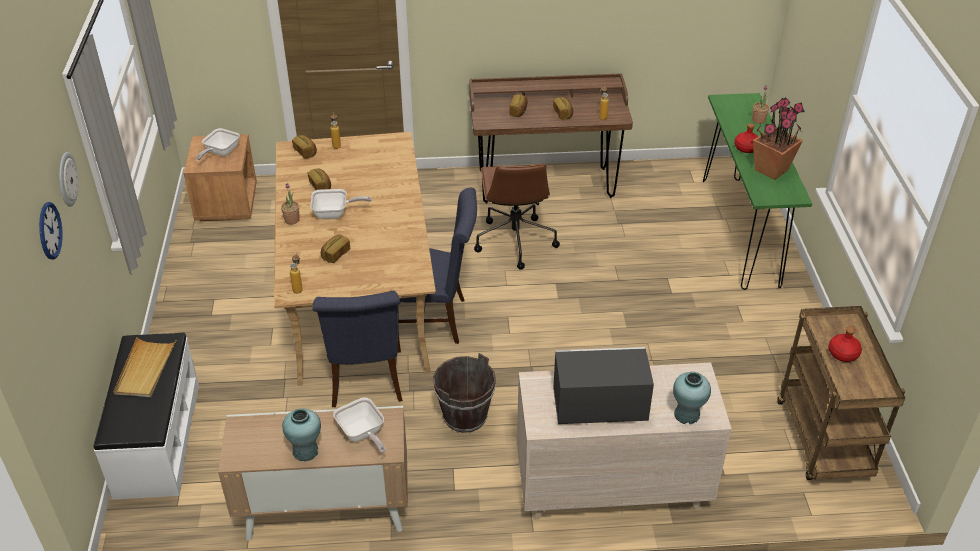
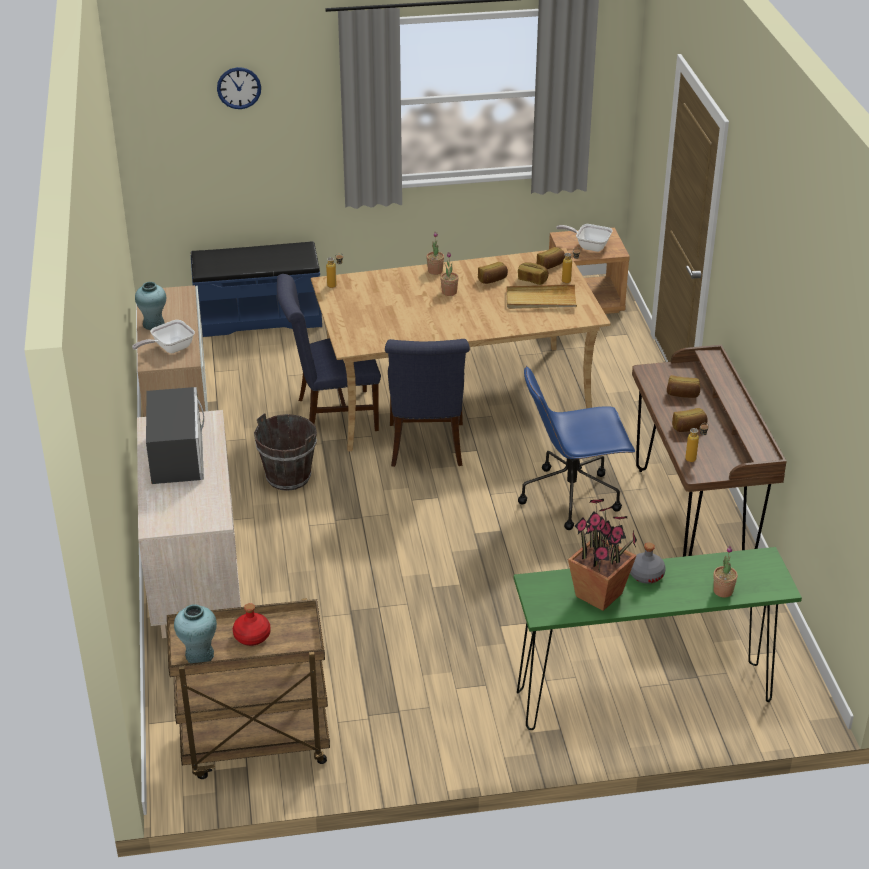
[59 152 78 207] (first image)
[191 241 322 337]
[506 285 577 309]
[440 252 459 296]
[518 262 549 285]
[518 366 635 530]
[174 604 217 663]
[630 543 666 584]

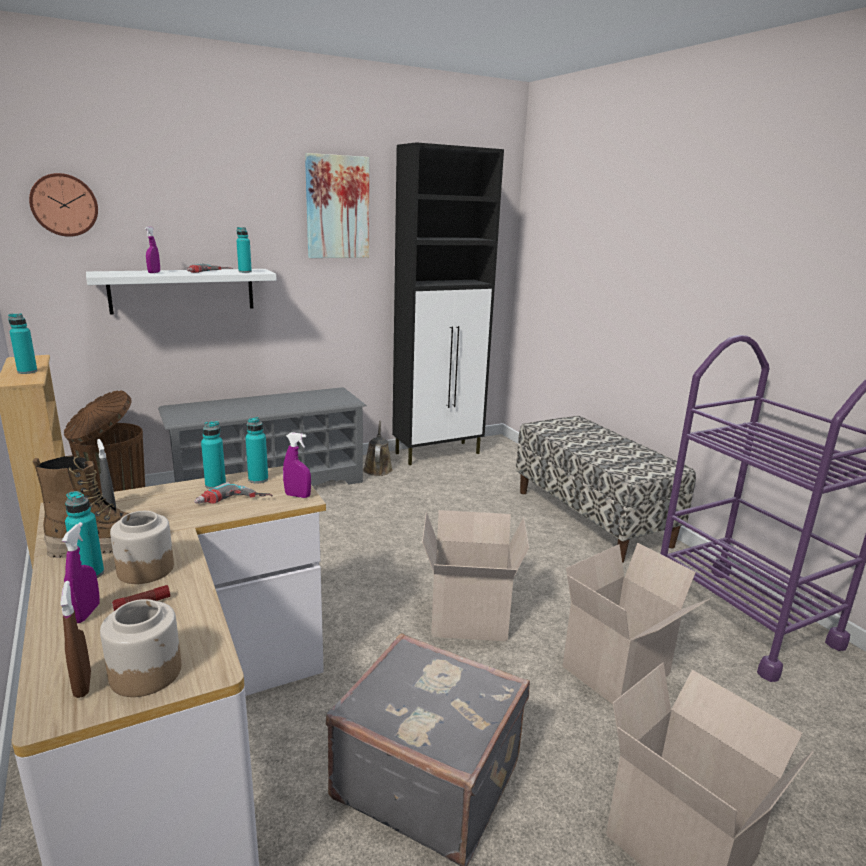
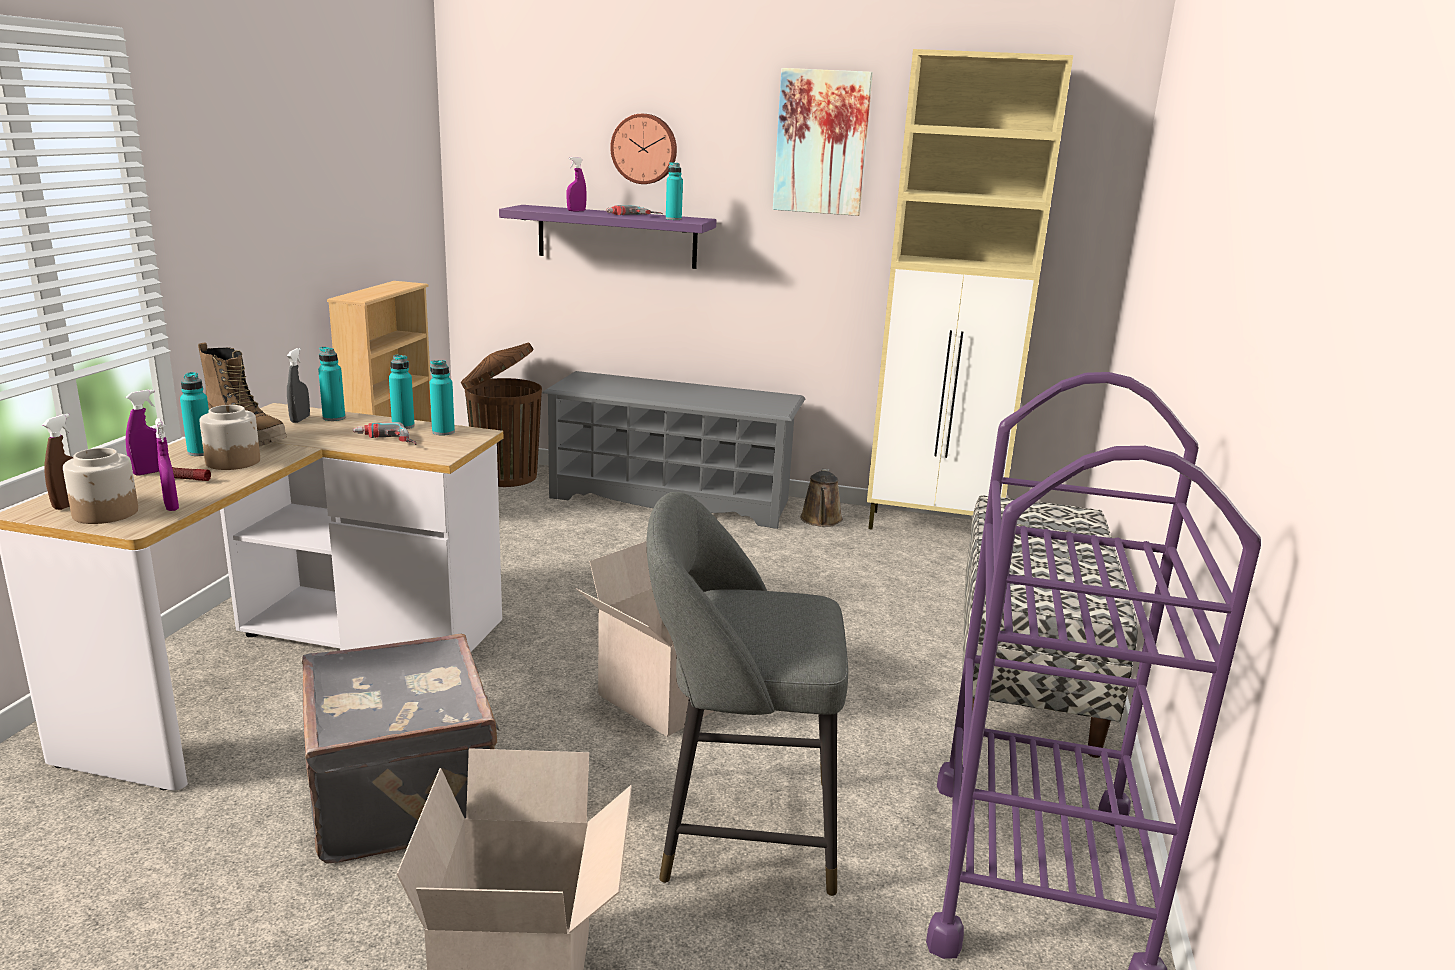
[318 347 345 421]
[610 114 677 184]
[499 205 716 269]
[155 418 179 511]
[800 469 843 527]
[867 49 1073 530]
[646 492 848 896]

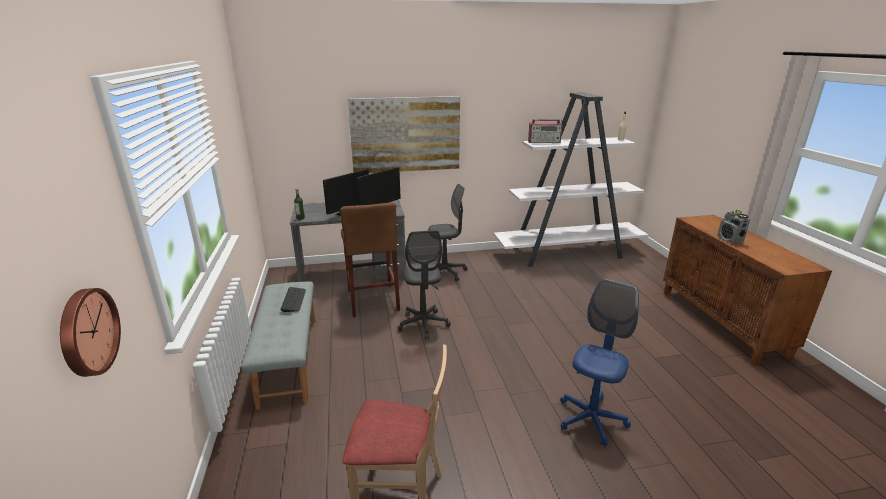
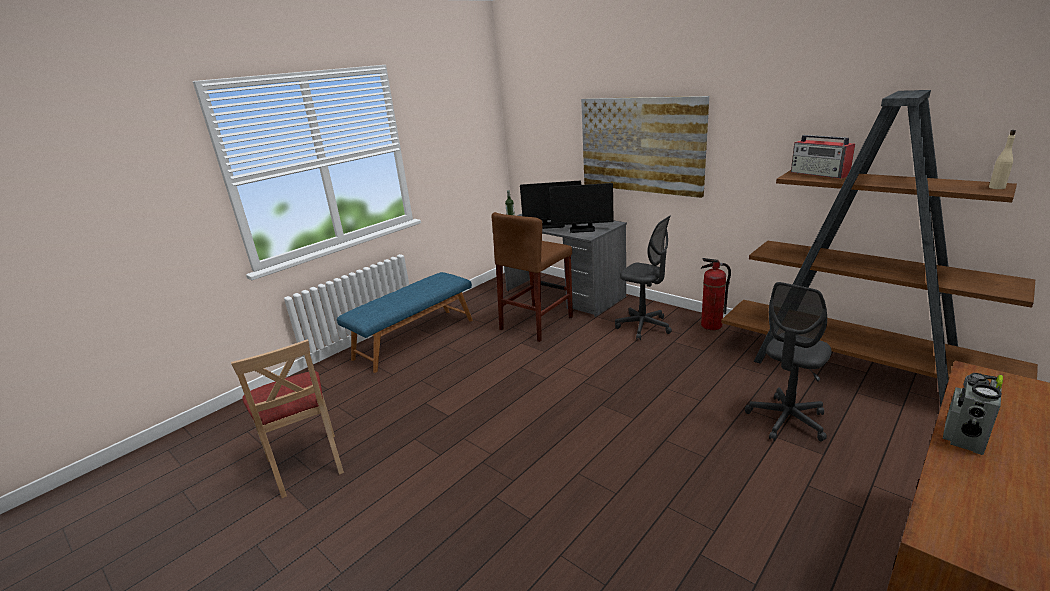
[60 288 121 377] (first image)
[337 272 473 373]
[280 287 306 312] (first image)
[745 282 832 441]
[721 90 1038 407]
[560 279 639 447] (first image)
[701 258 731 330]

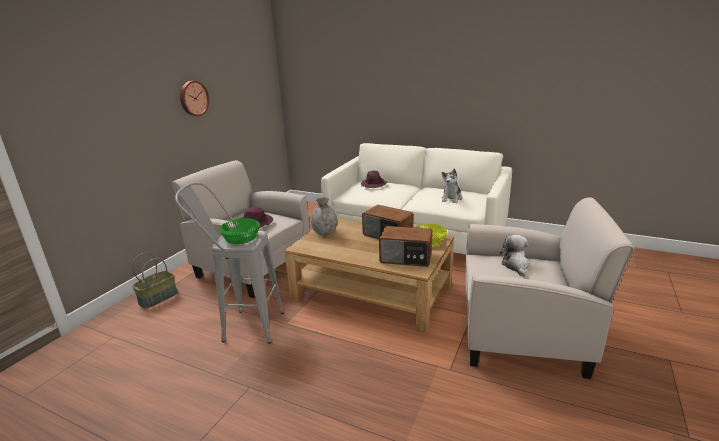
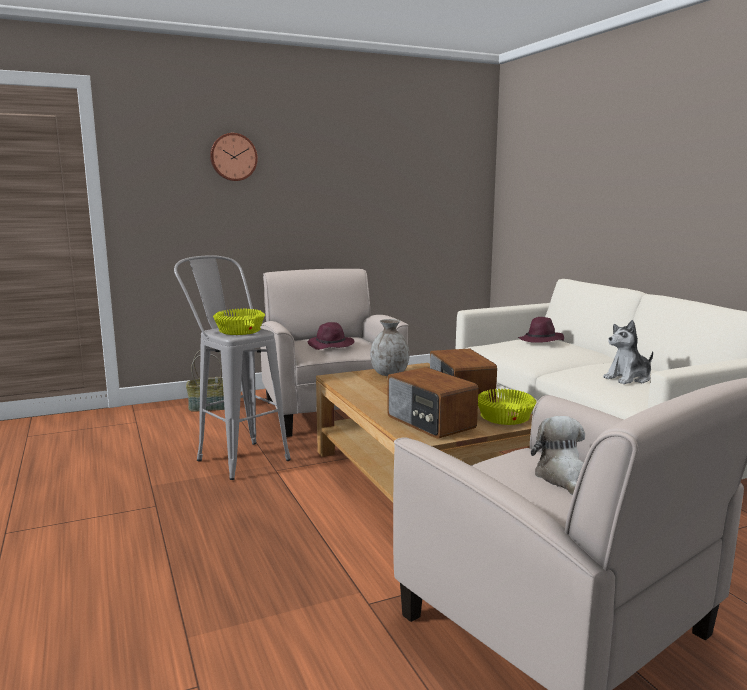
[210 133 258 181]
[213 309 265 335]
[531 416 585 496]

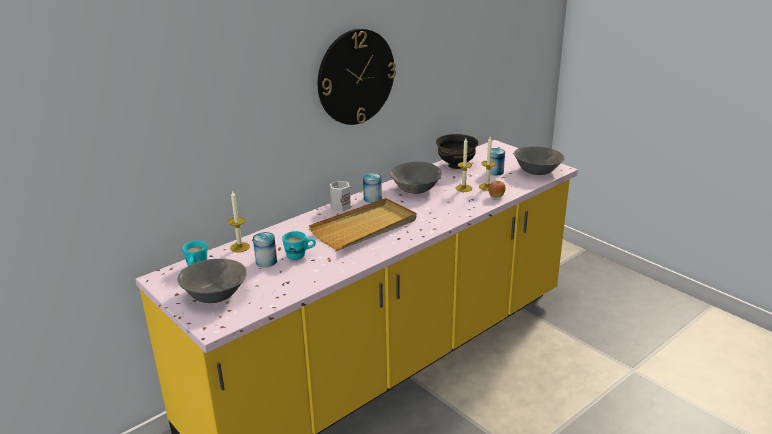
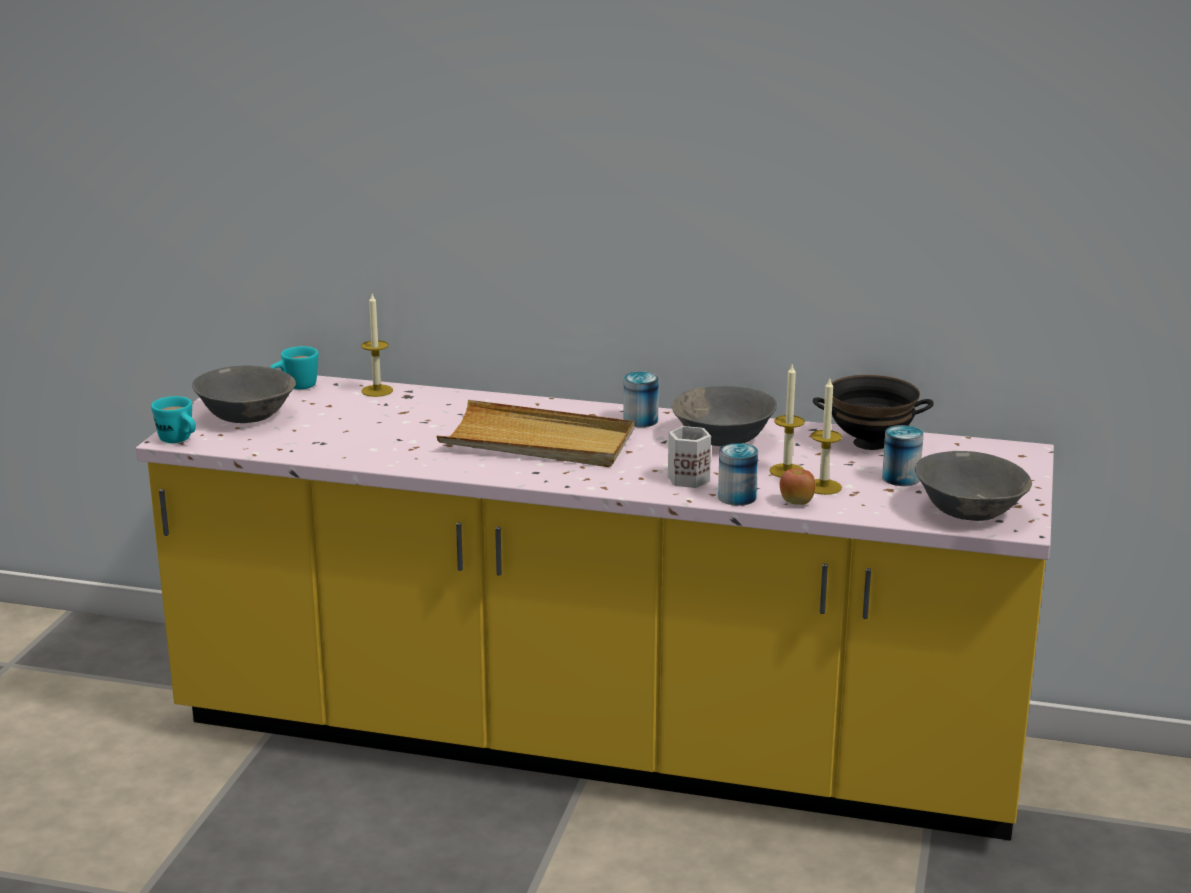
[718 443 758 506]
[151 396 196 443]
[318 29 396 125] (first image)
[668 426 711 488]

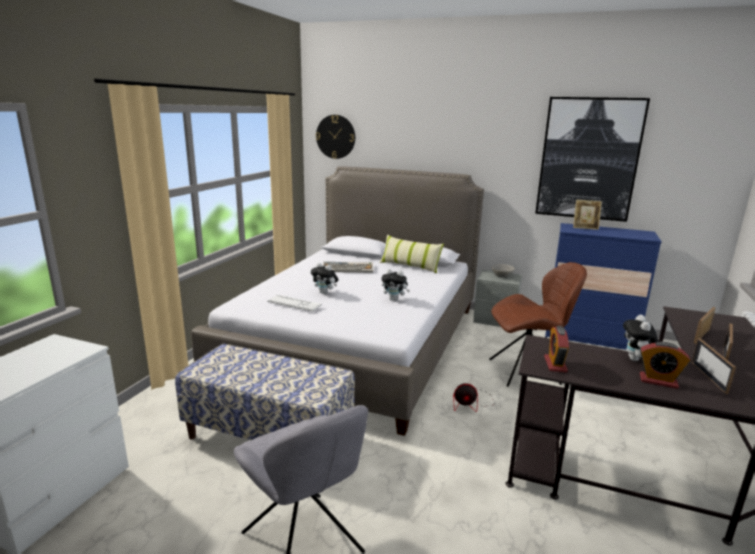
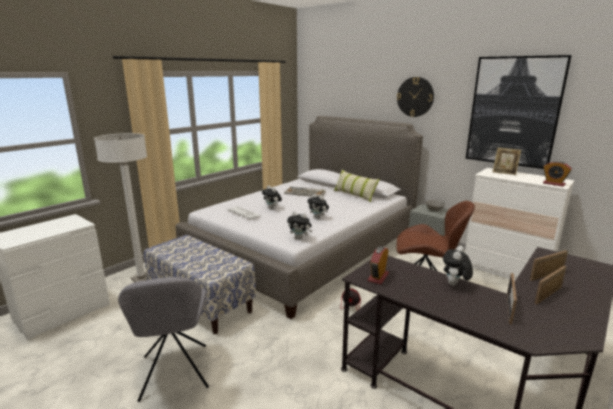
[397 77 434 117]
[465 168 574 281]
[543 161 572 187]
[94 133 147 283]
[287 212 312 240]

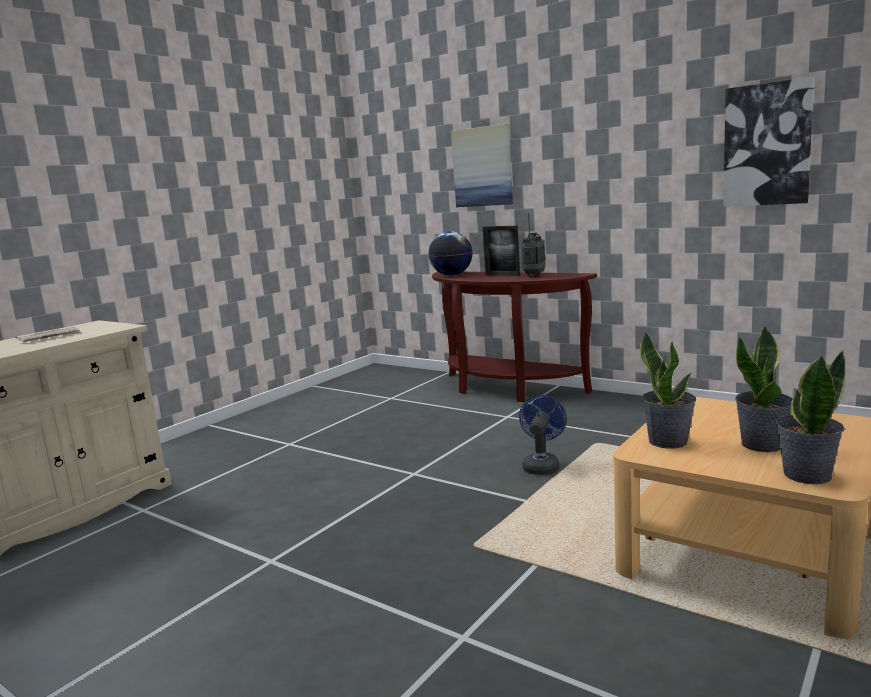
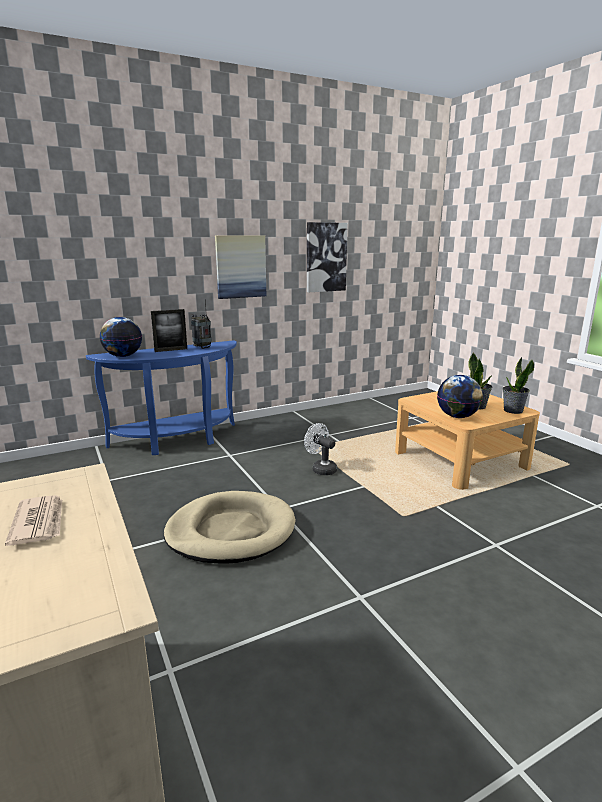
[86 340 237 455]
[215 236 266 299]
[304 423 337 475]
[437 375 483 418]
[164 491 296 563]

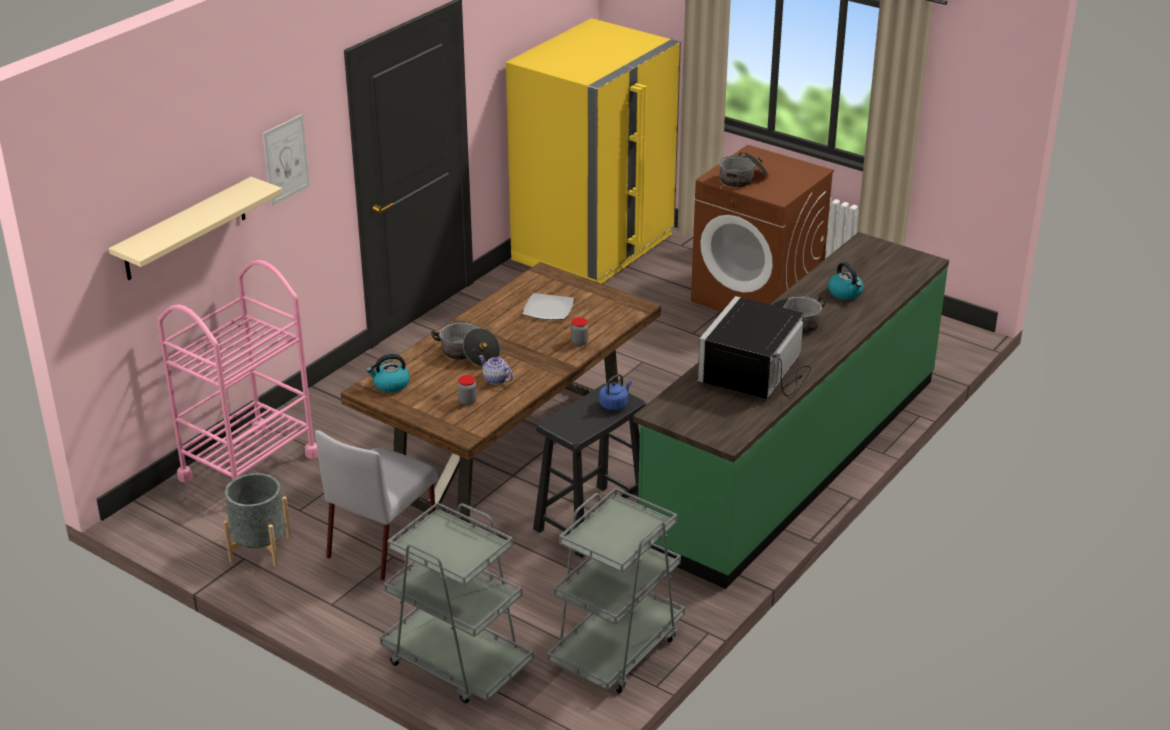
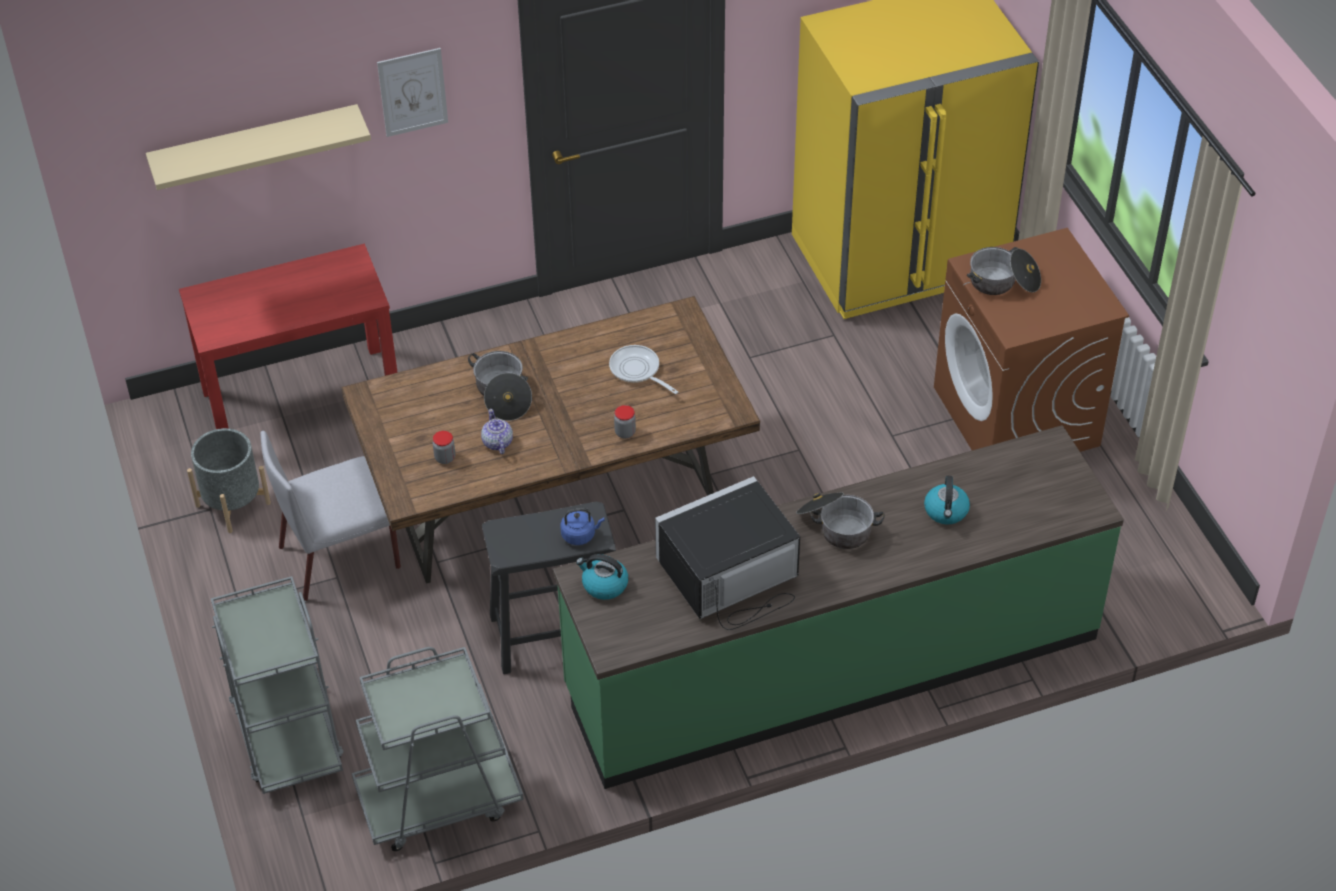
[179 244 398 429]
[576 554 628 600]
[609 345 678 394]

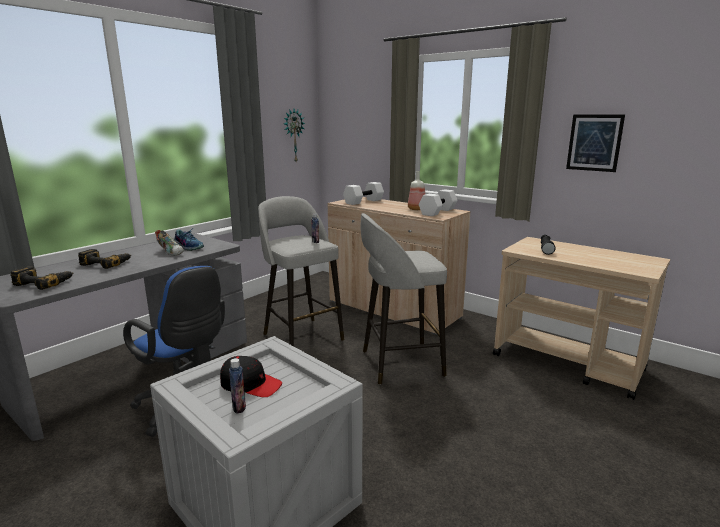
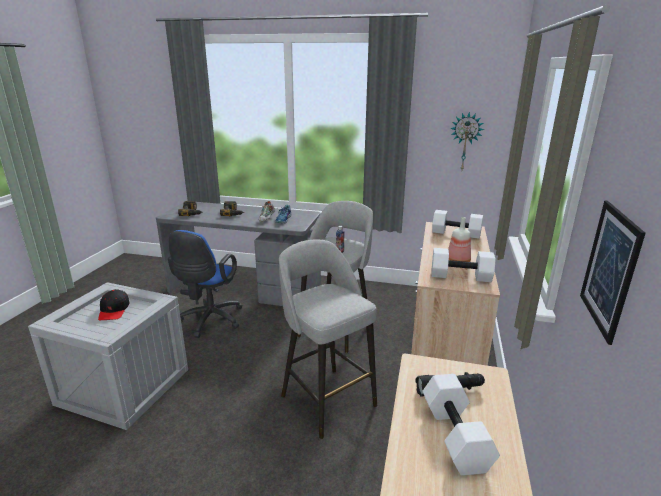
[229 358 246 413] (first image)
[422 374 500 476]

